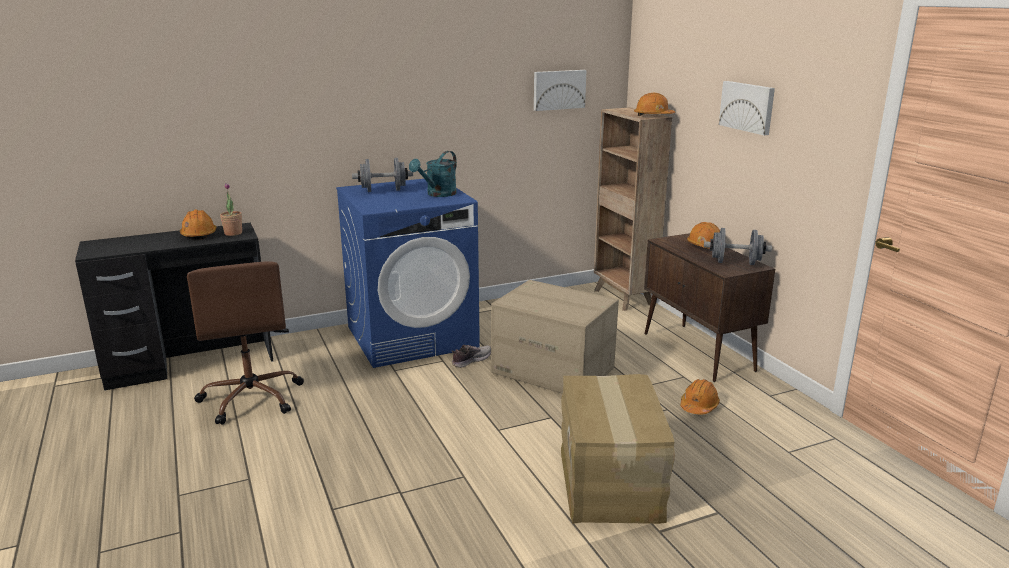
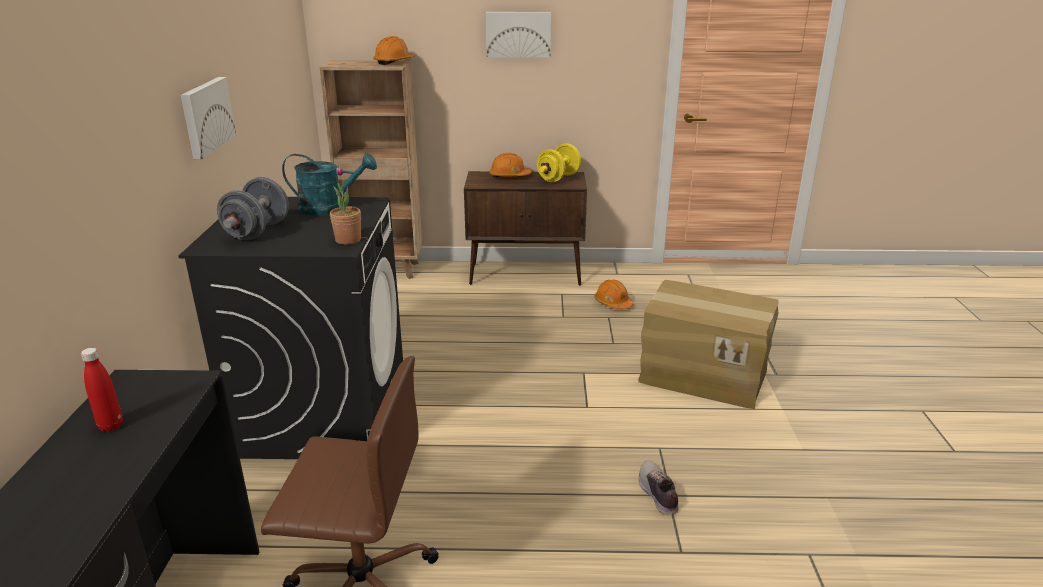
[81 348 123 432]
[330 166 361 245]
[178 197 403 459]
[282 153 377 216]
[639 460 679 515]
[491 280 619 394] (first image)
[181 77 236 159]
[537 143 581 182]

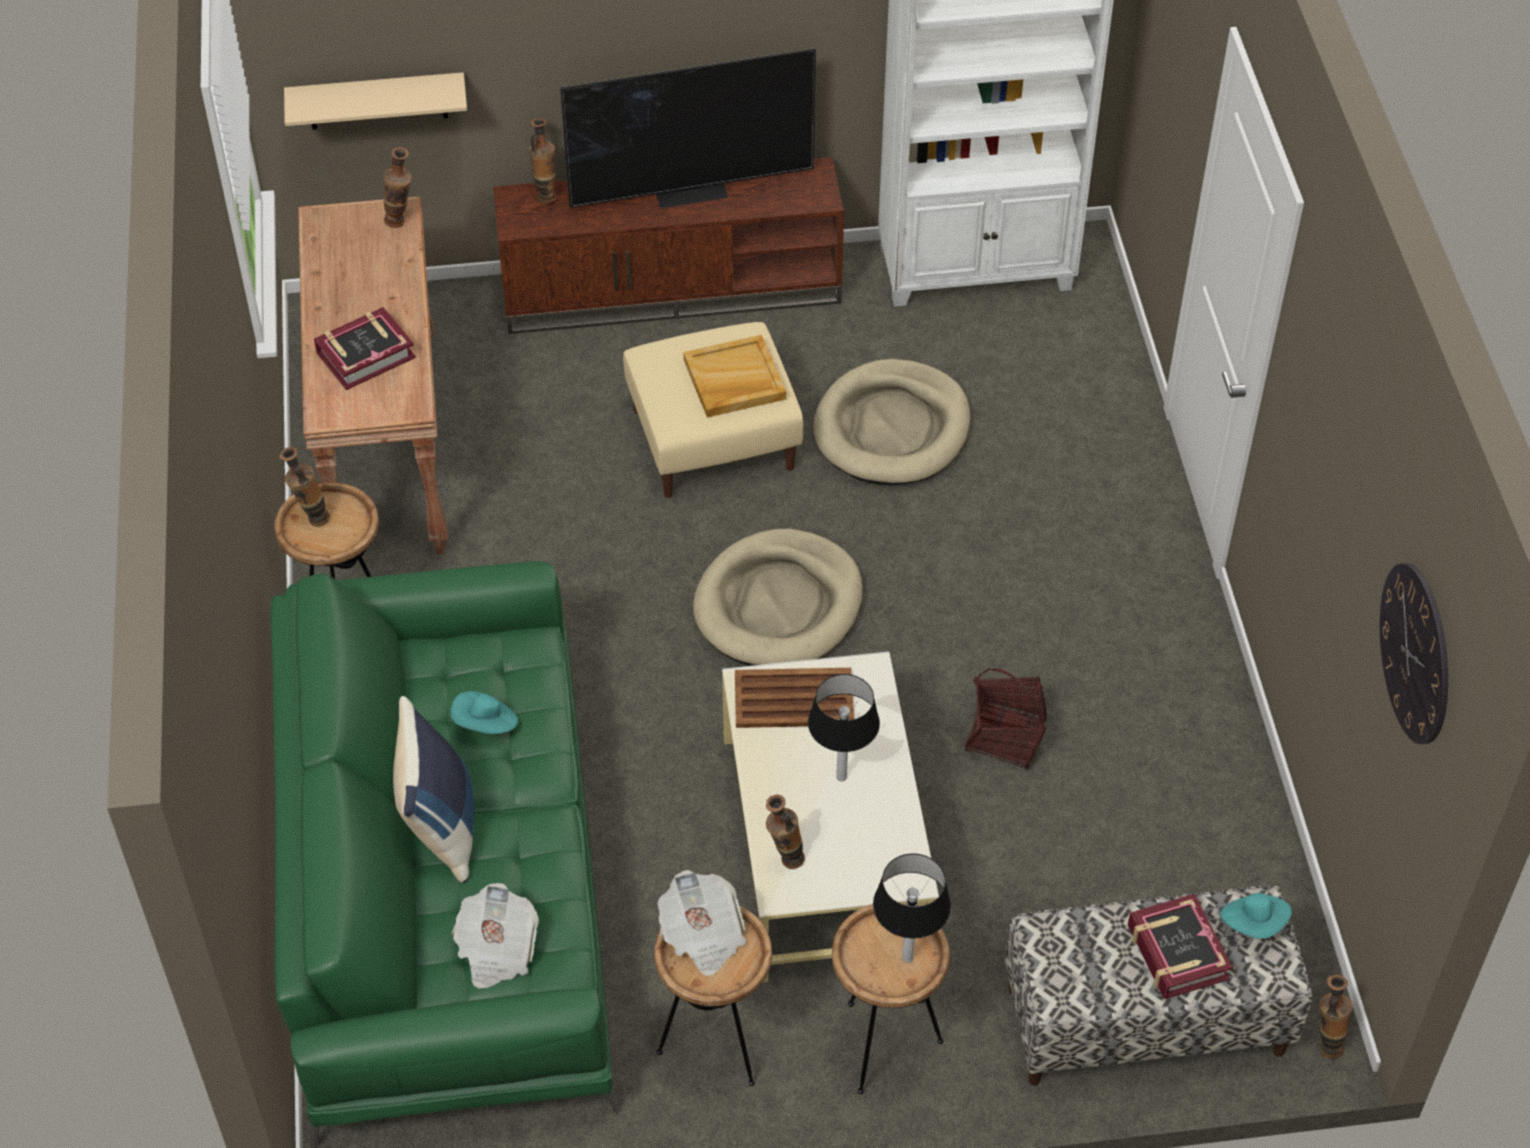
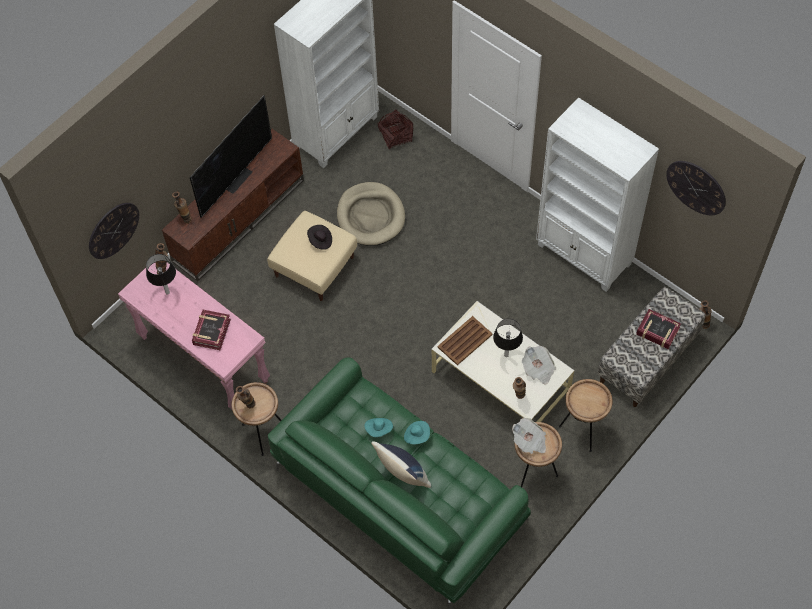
[89 203 139 259]
[118 262 270 410]
[522 346 556 385]
[307 225 332 250]
[693 529 863 666] (first image)
[146 254 176 295]
[377 109 413 149]
[404 421 430 444]
[536 97 659 292]

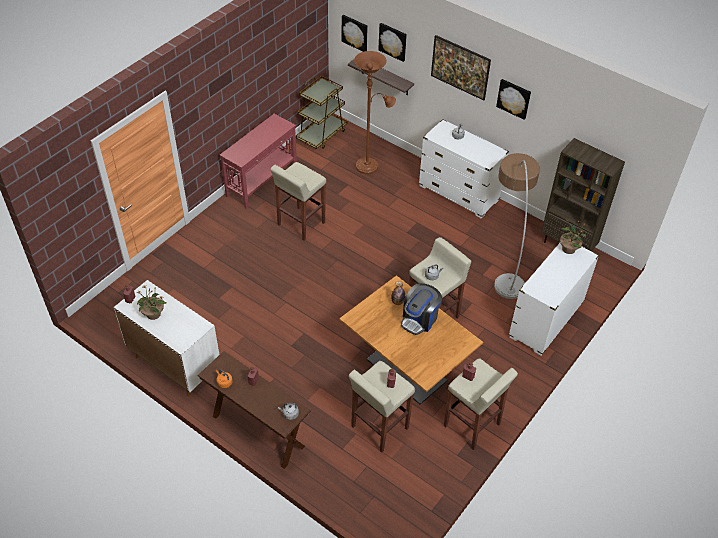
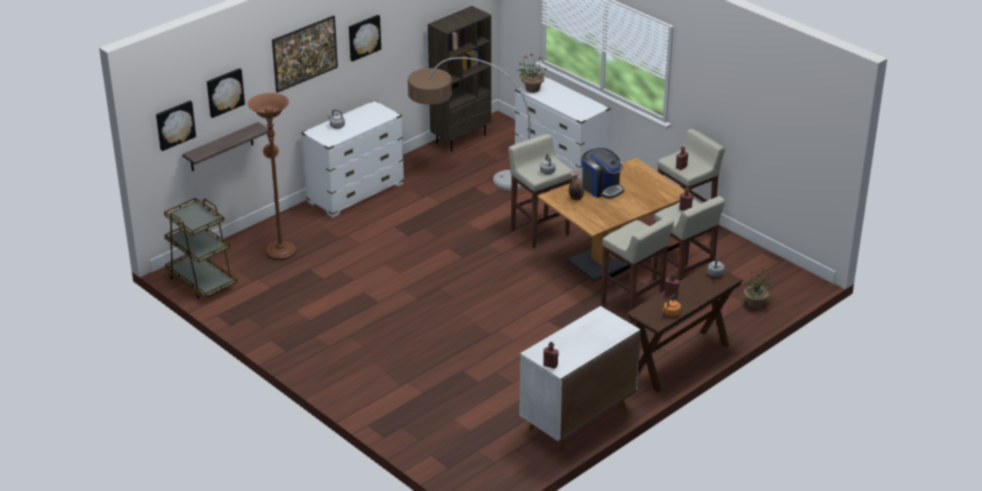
[742 268 773 309]
[219 114 297 209] (first image)
[602 217 674 323]

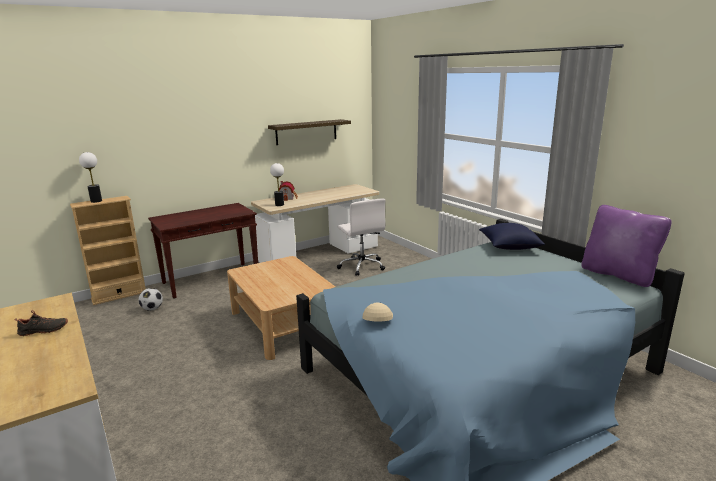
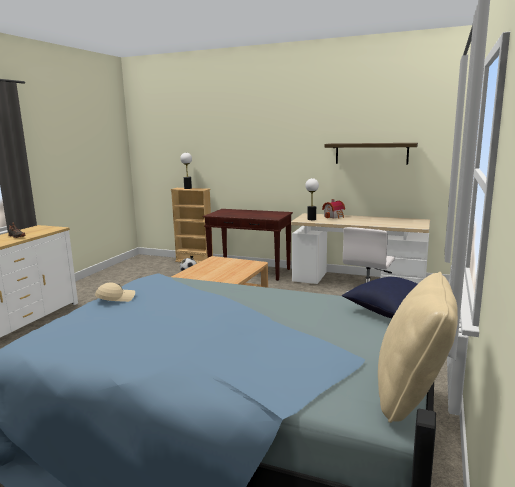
[378 272 458 423]

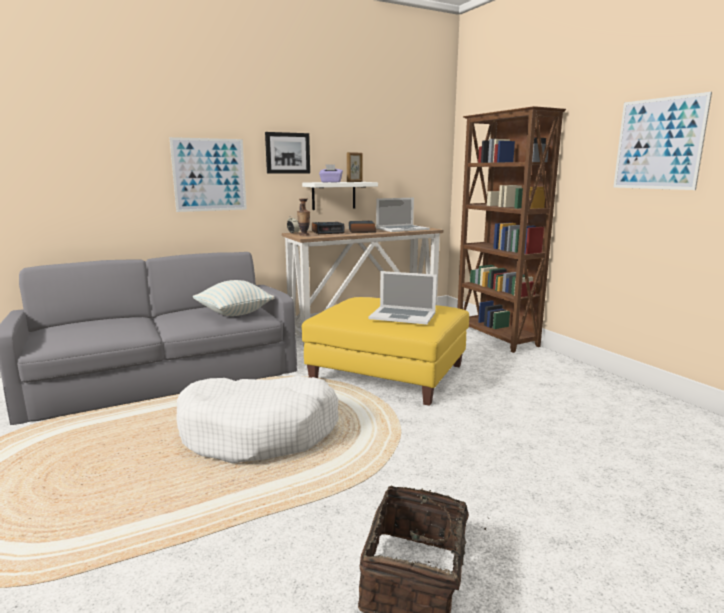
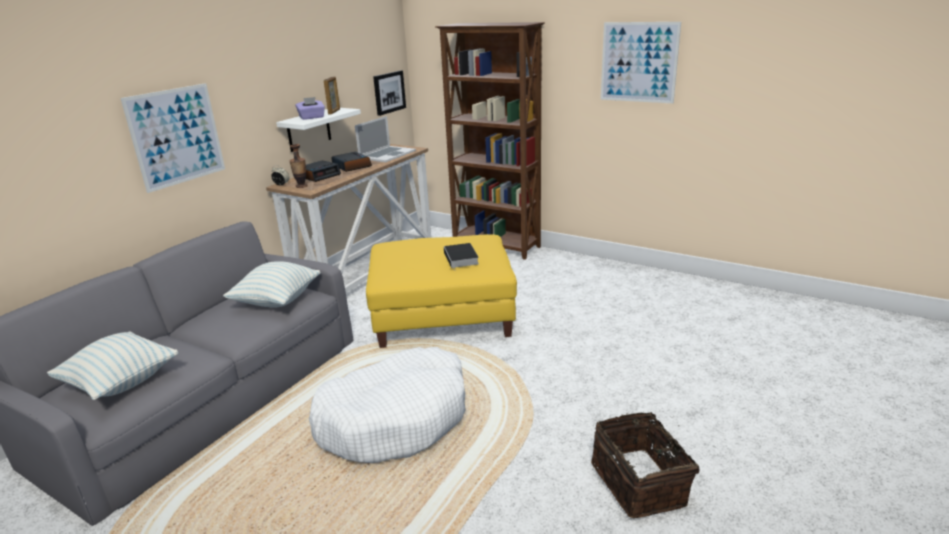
[373 70 406 116]
[444 243 479 271]
[47 332 179 400]

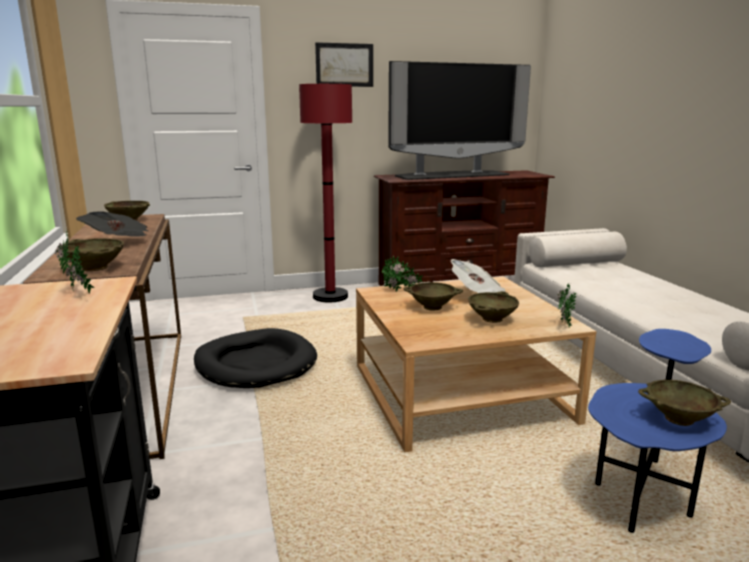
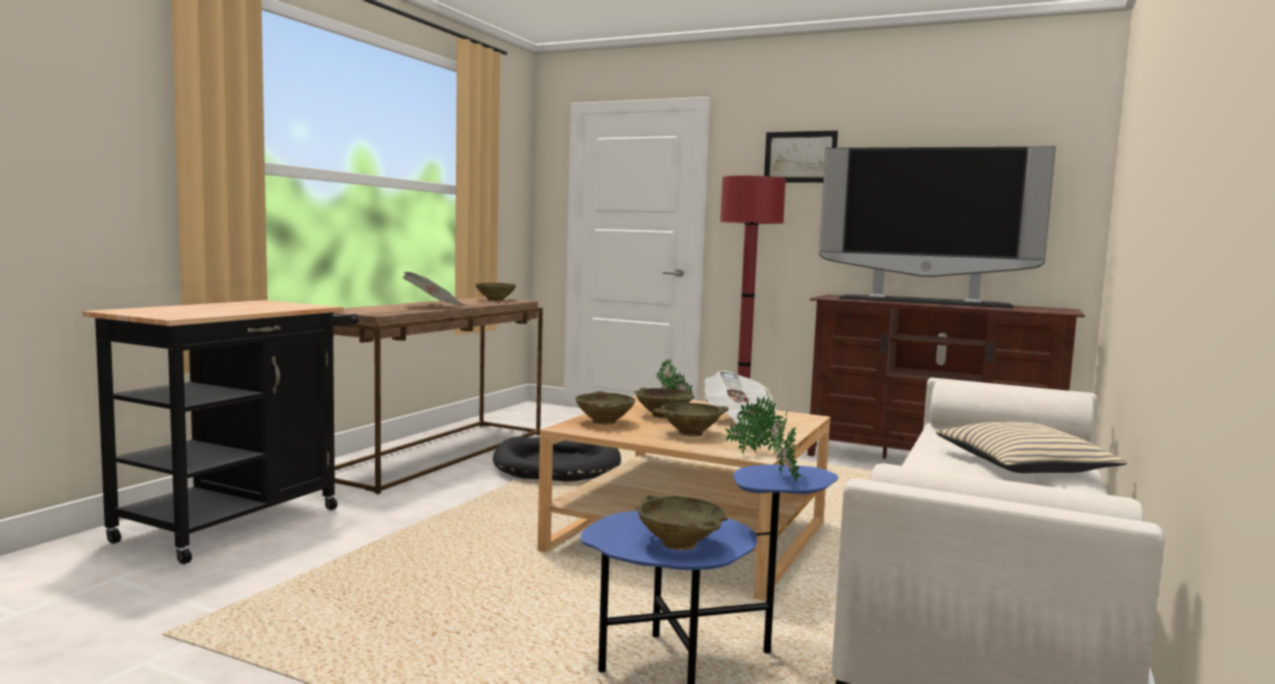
[771 408 802 483]
[575 391 636 425]
[936 422 1127 473]

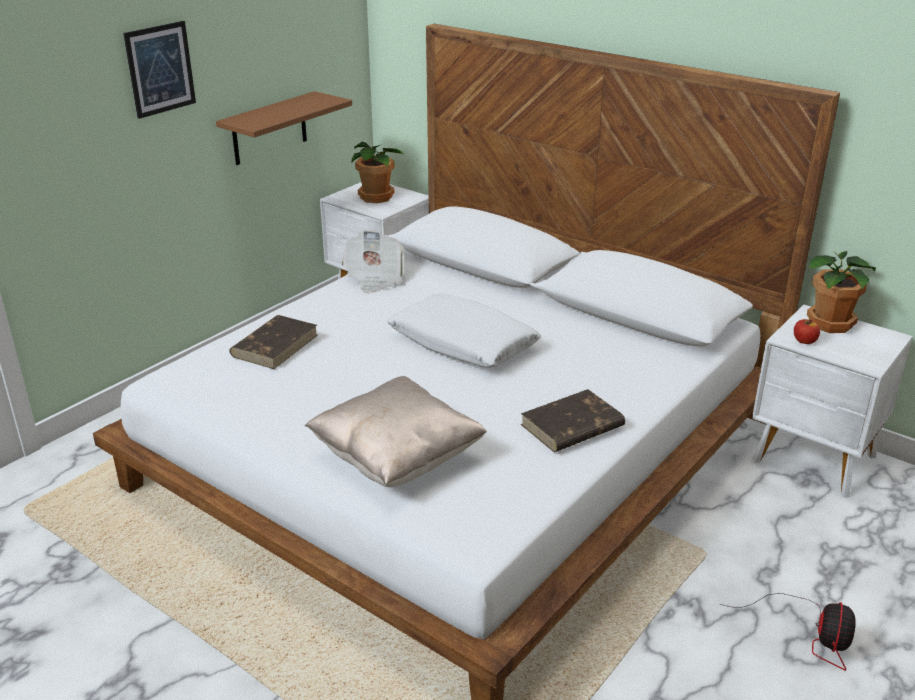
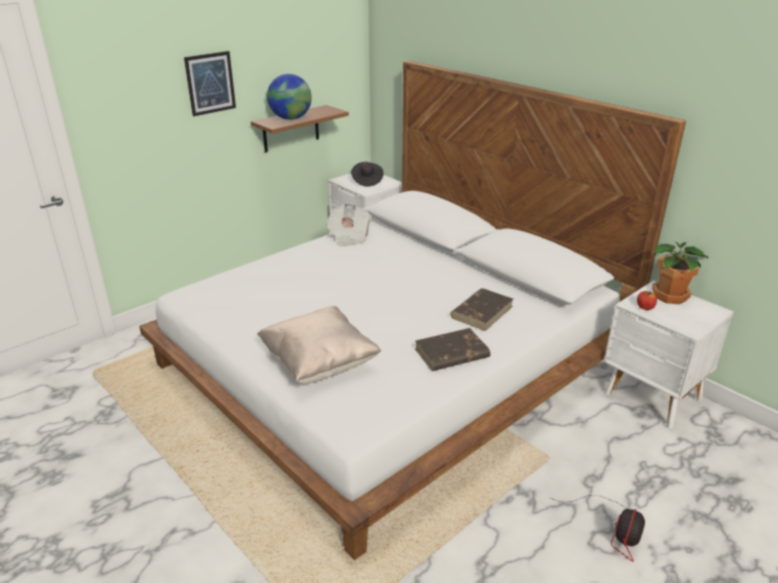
[450 288 513 331]
[351 162 384 187]
[387 294 541 368] (first image)
[267 74 312 120]

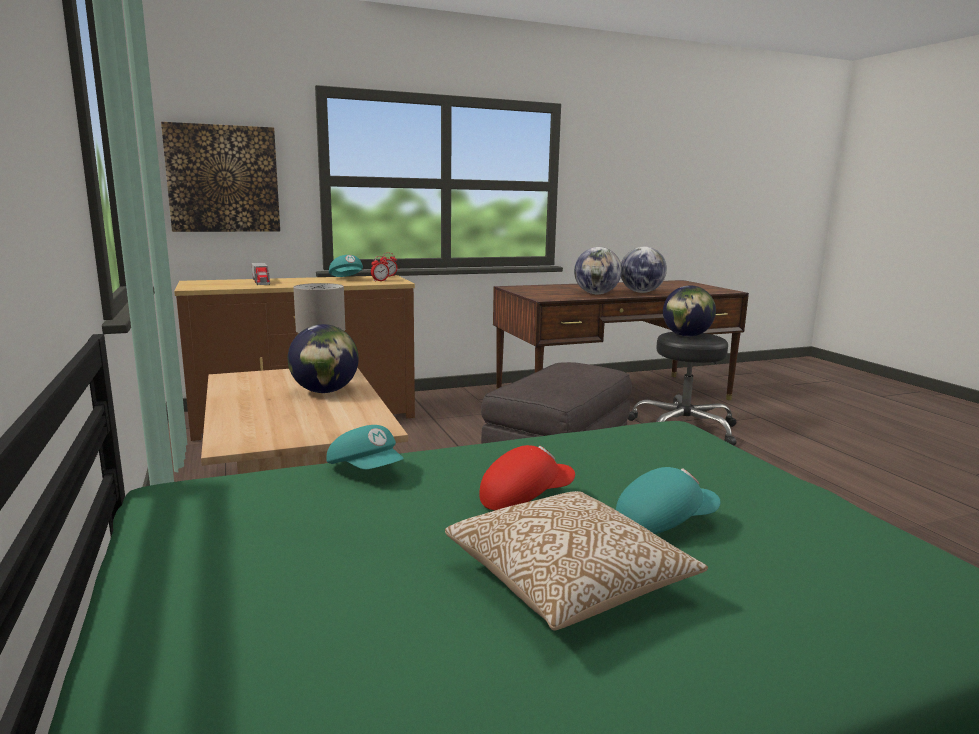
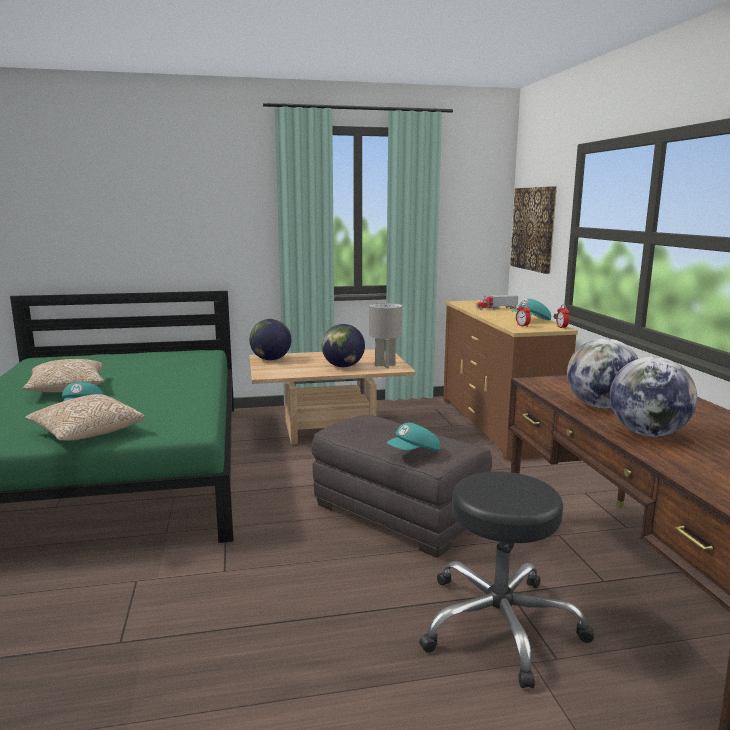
[387 423 440 451]
[480 445 575 510] (first image)
[249 319 291 360]
[25 394 145 441]

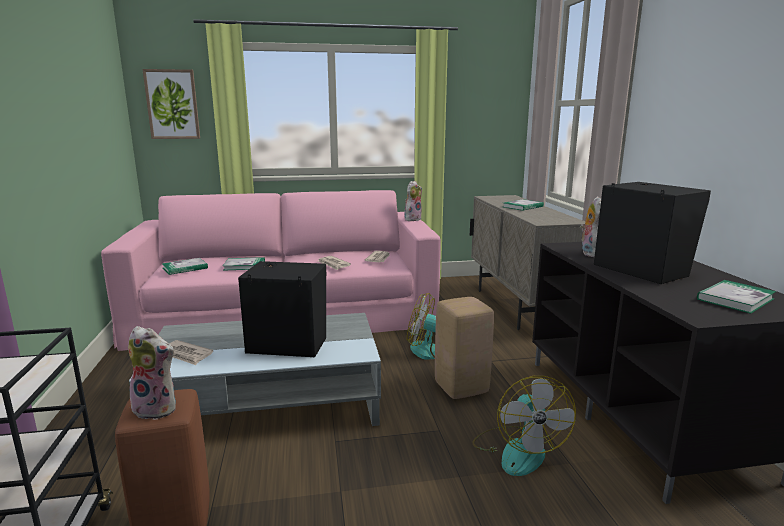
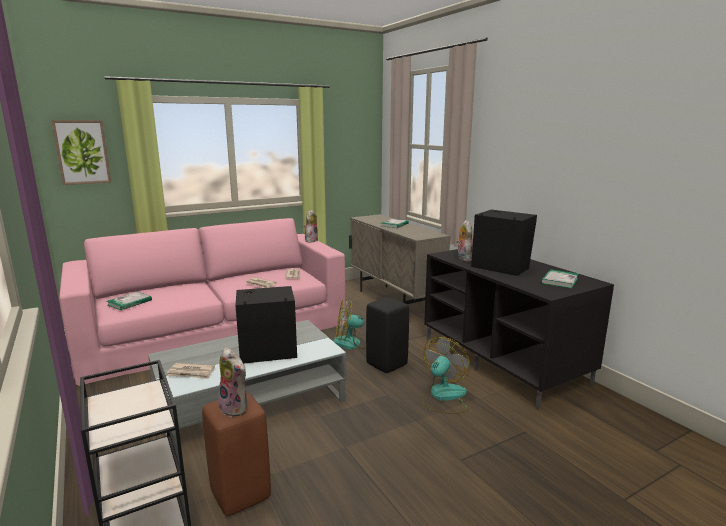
[218 347 247 417]
[223 257 265 271] (first image)
[366 298 409 373]
[422 337 470 413]

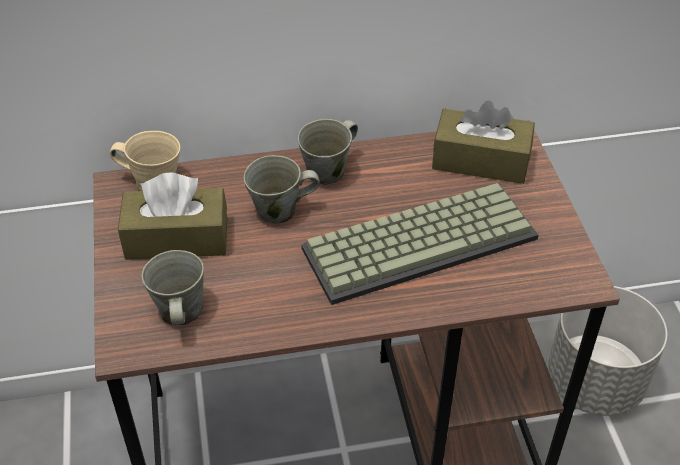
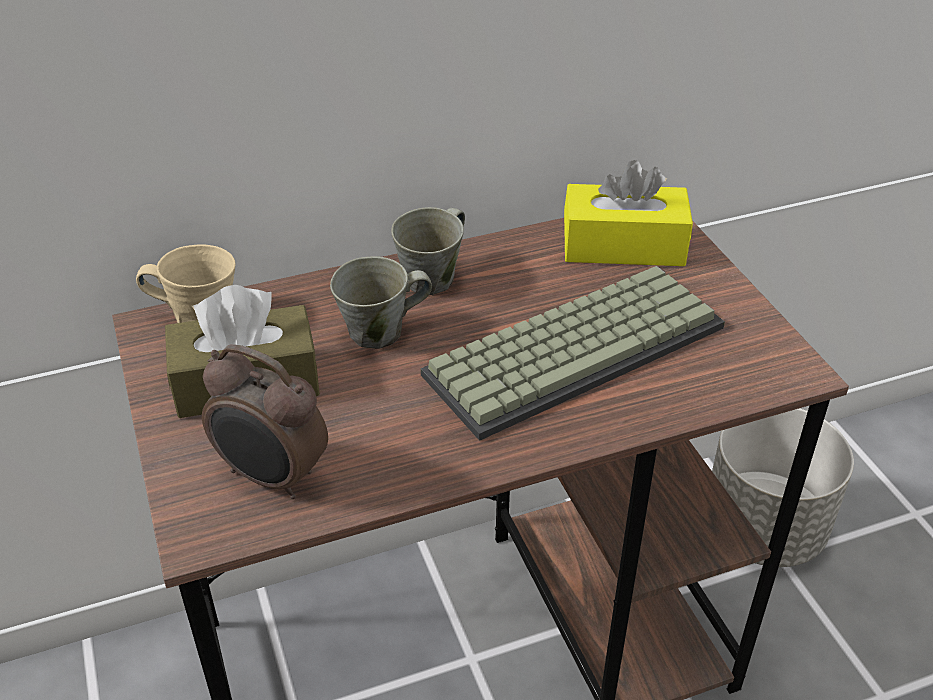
[202 344 328 499]
[564 160 693 266]

